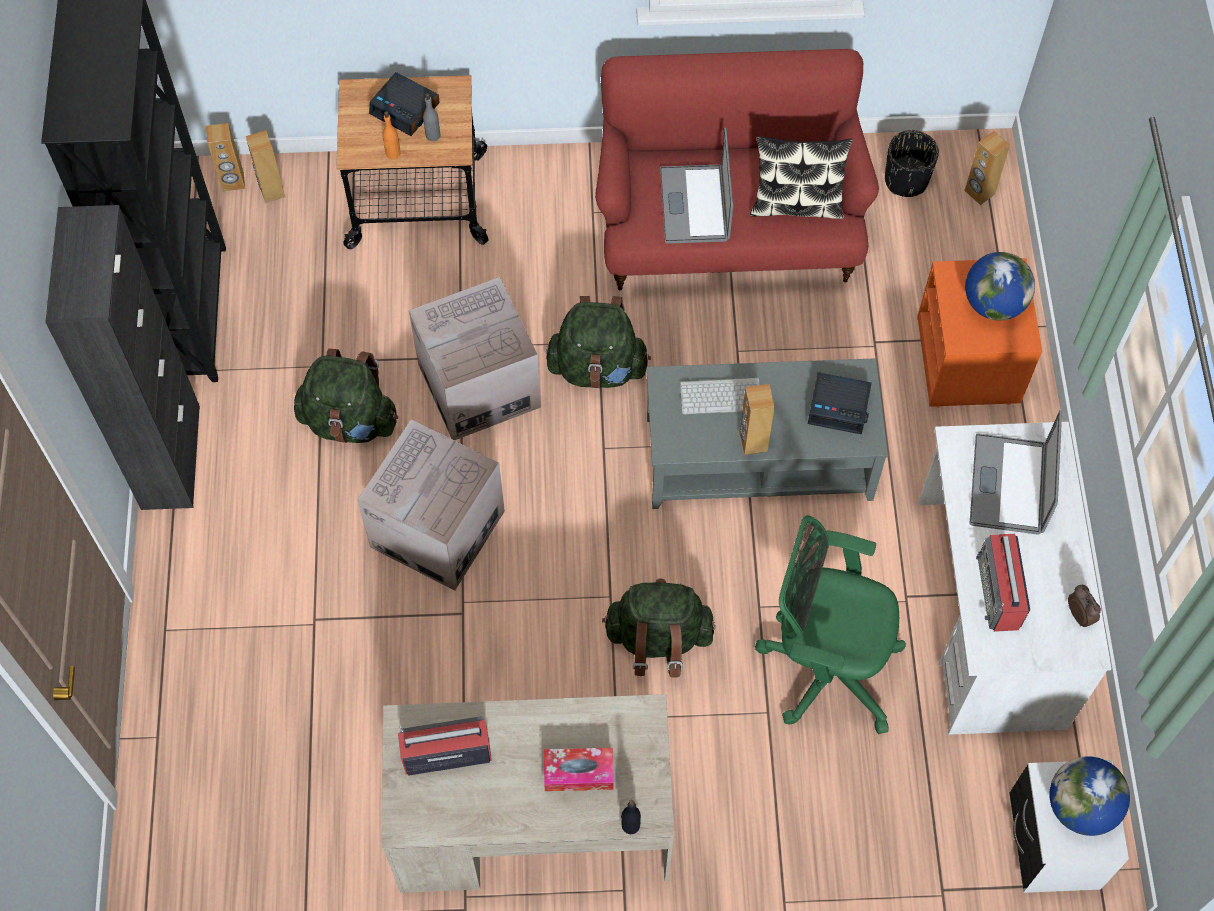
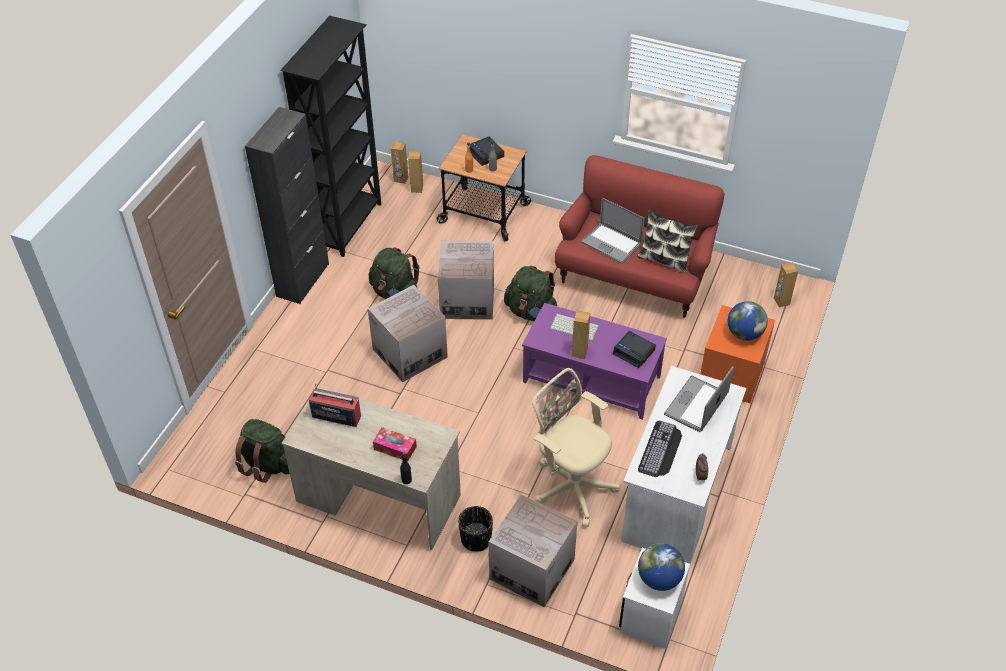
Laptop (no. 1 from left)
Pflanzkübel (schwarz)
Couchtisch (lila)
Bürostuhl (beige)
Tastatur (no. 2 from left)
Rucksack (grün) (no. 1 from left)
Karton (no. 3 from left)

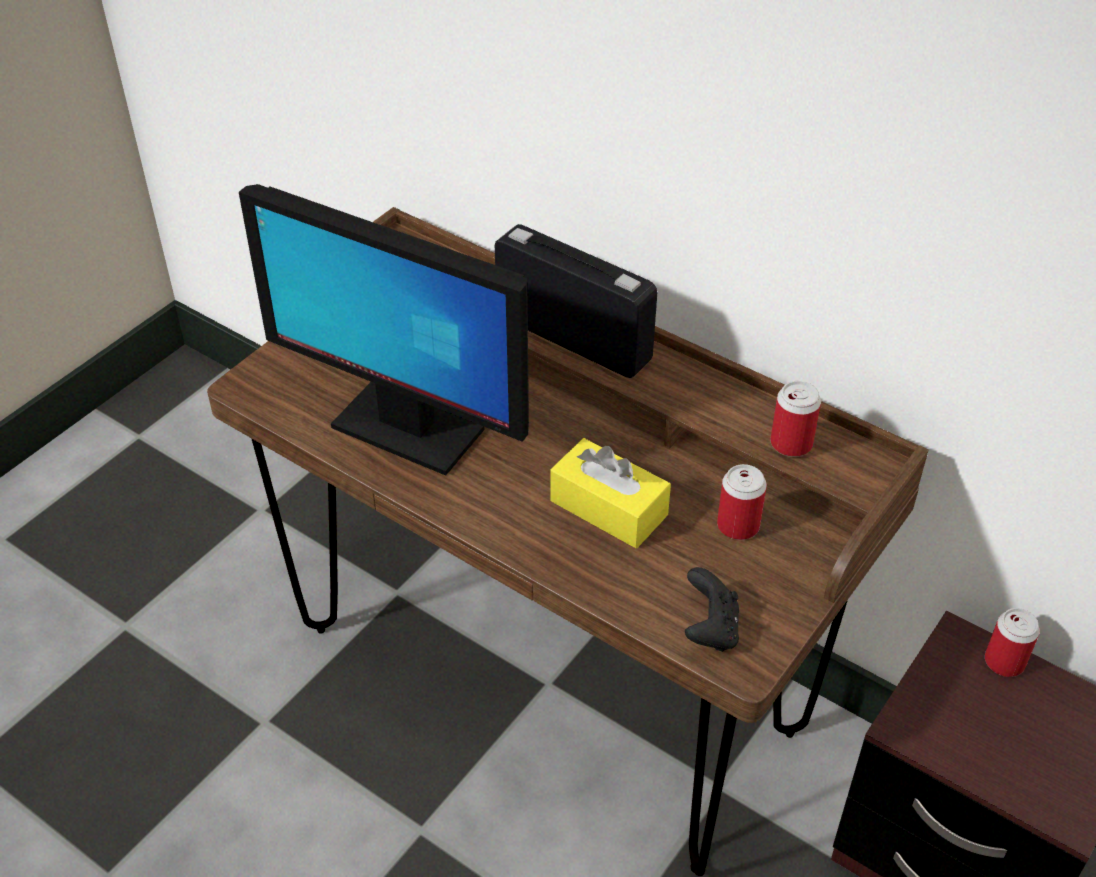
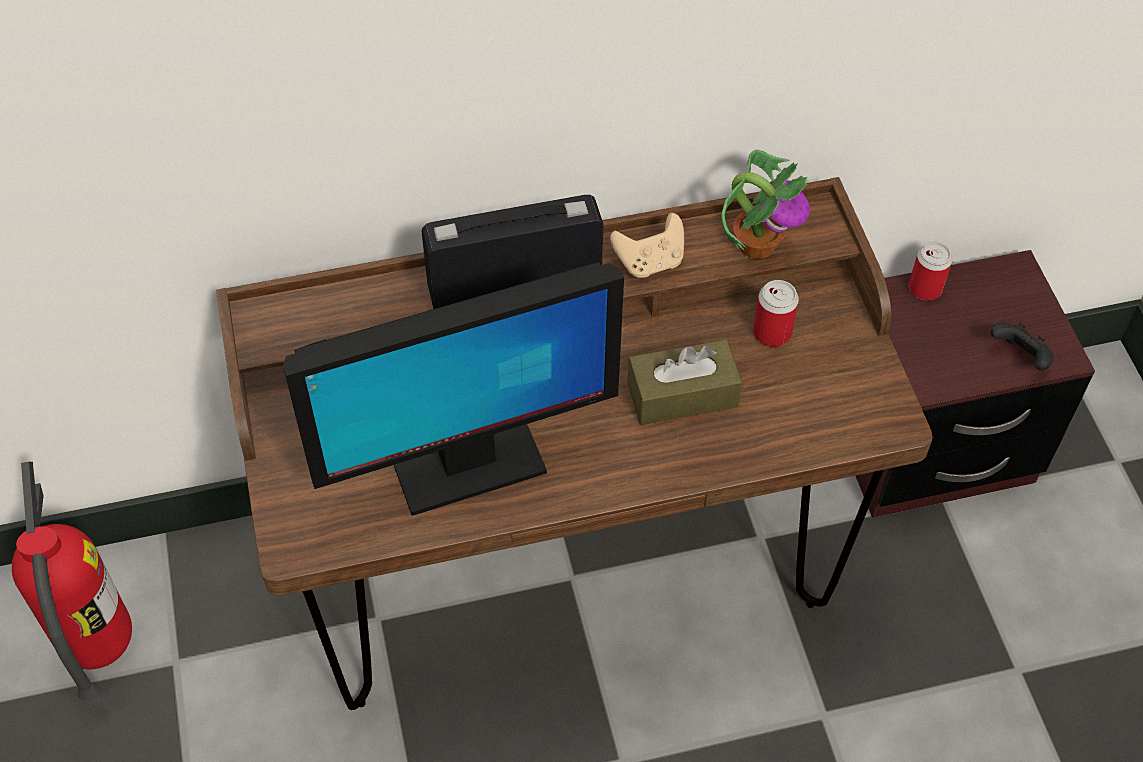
Topfpflanze
Taschentuchbox (braun)
Gamepad (schwarz)
Gamepad (beige)
Feuerlöscher

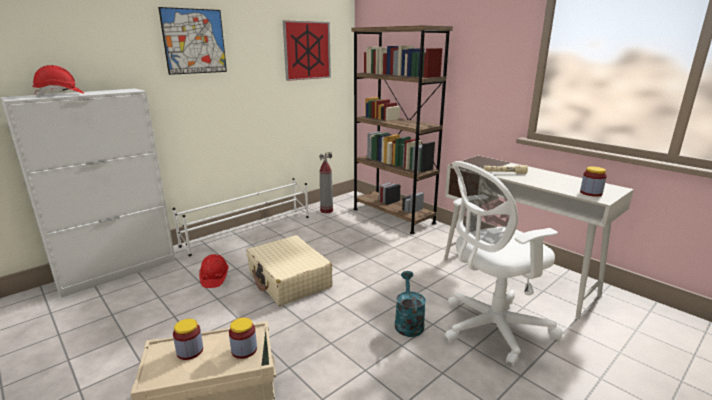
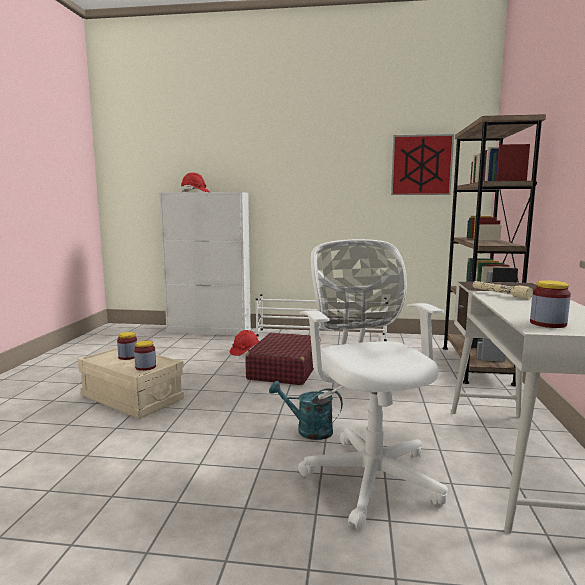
Bild (no. 1 from left in the first image)
Feuerlöscher
Bürostuhl (weiß)
Koffer (rot)
Gießkanne (türkis)

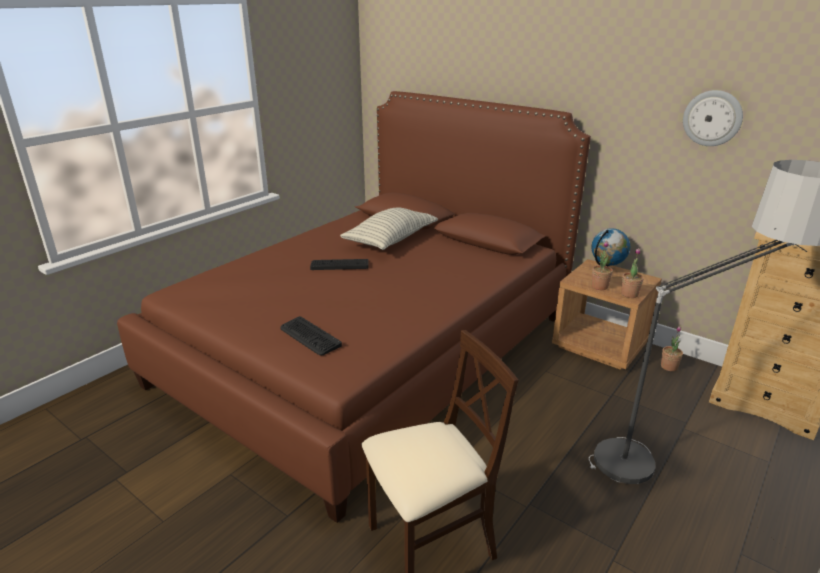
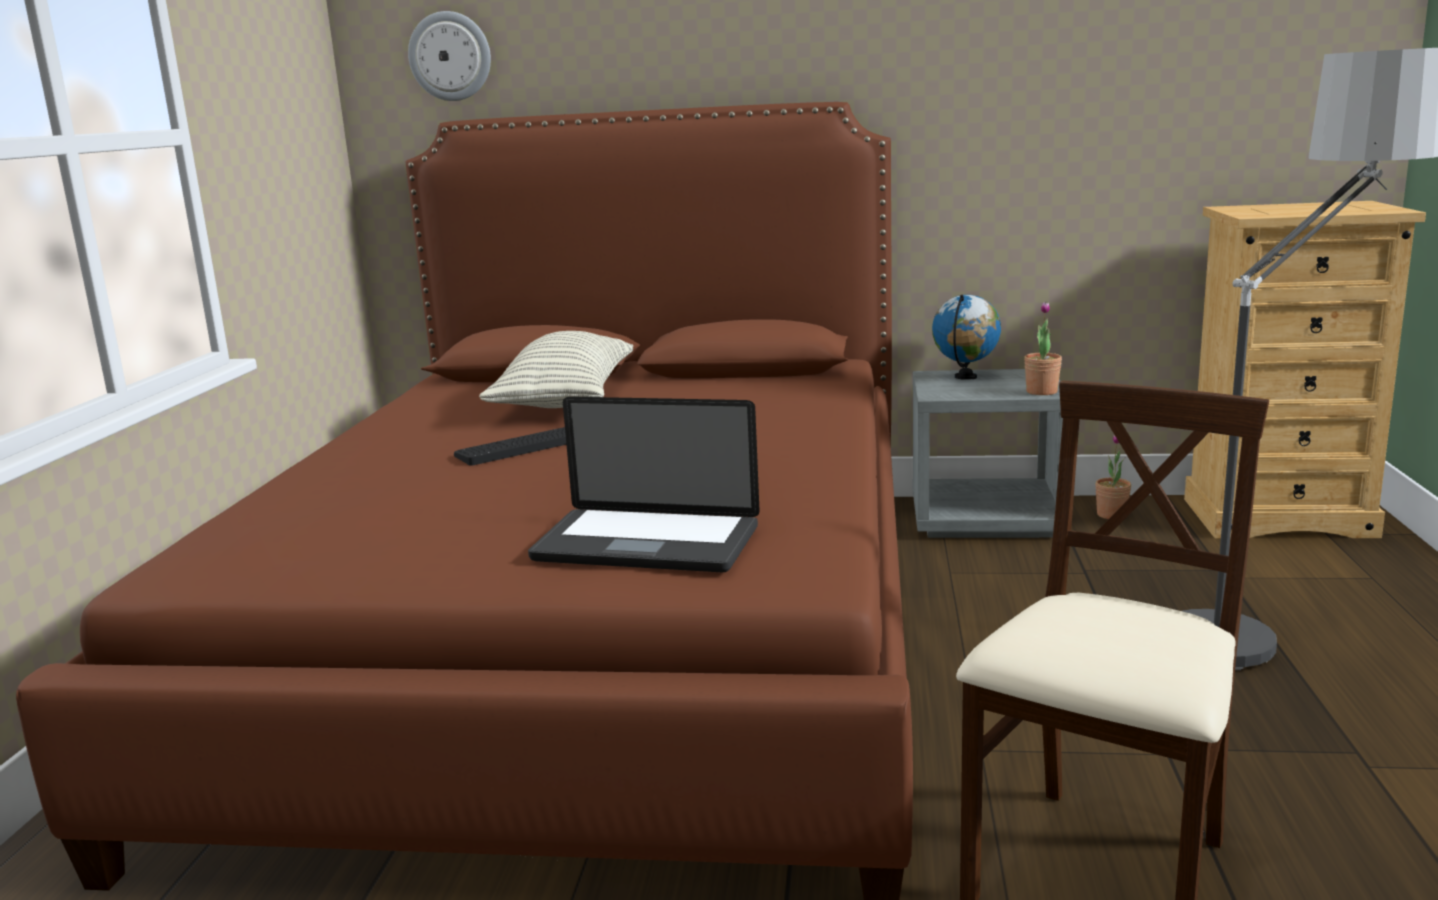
Wanduhr
Topfpflanze (no. 1 from left in the first image)
Nachttisch (grau)
Laptop

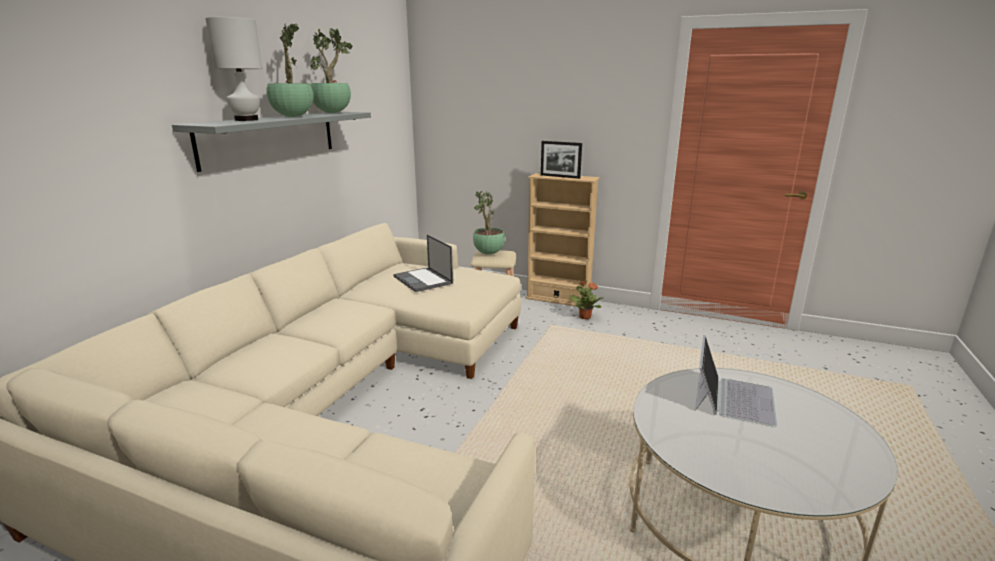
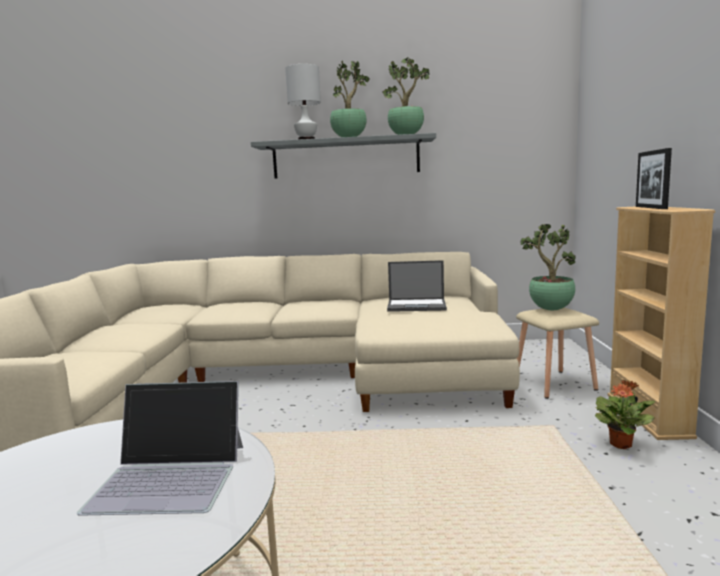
Laptop (no. 2 from left)

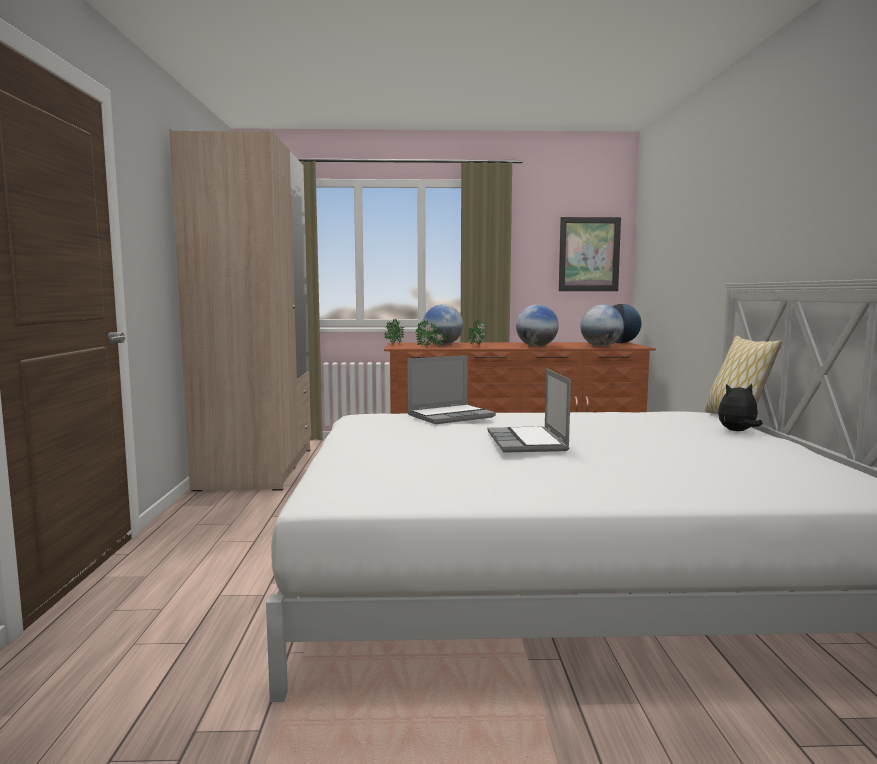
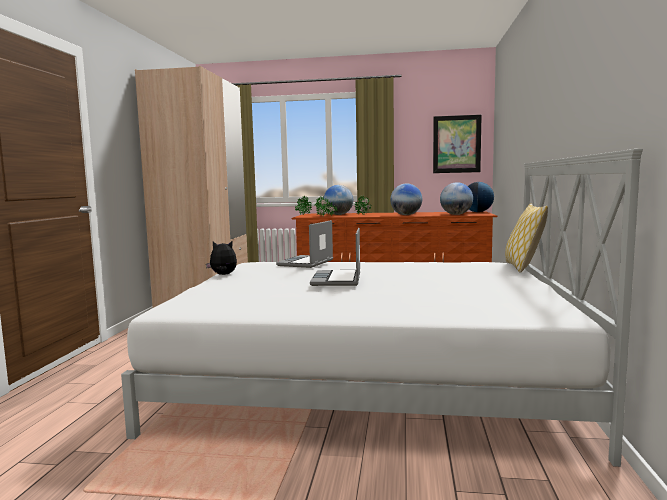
Laptop (no. 1 from left)
Plüschtier

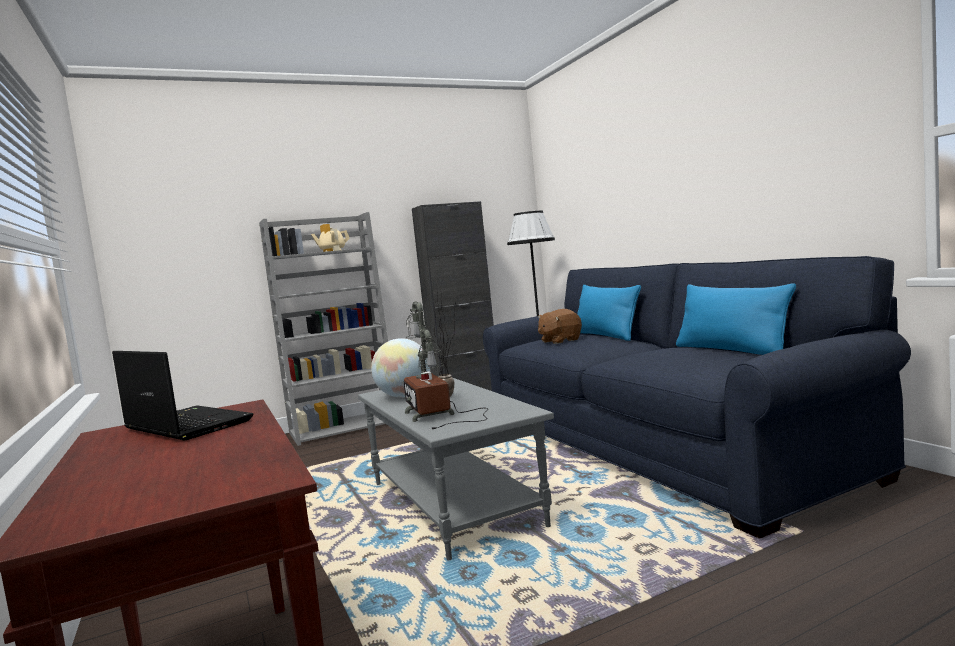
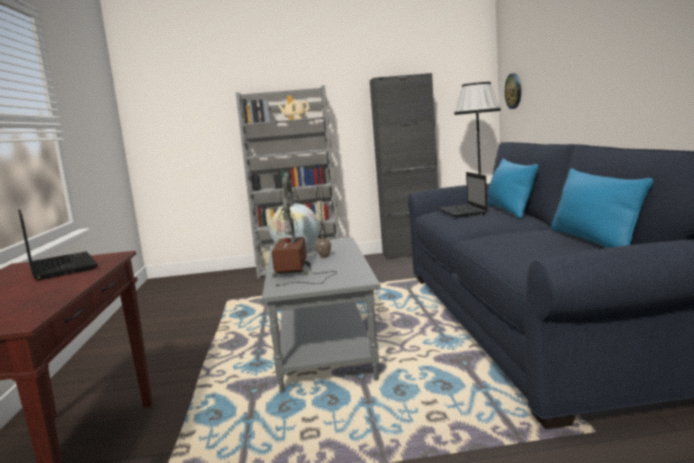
Laptop (no. 2 from left)
Wanduhr

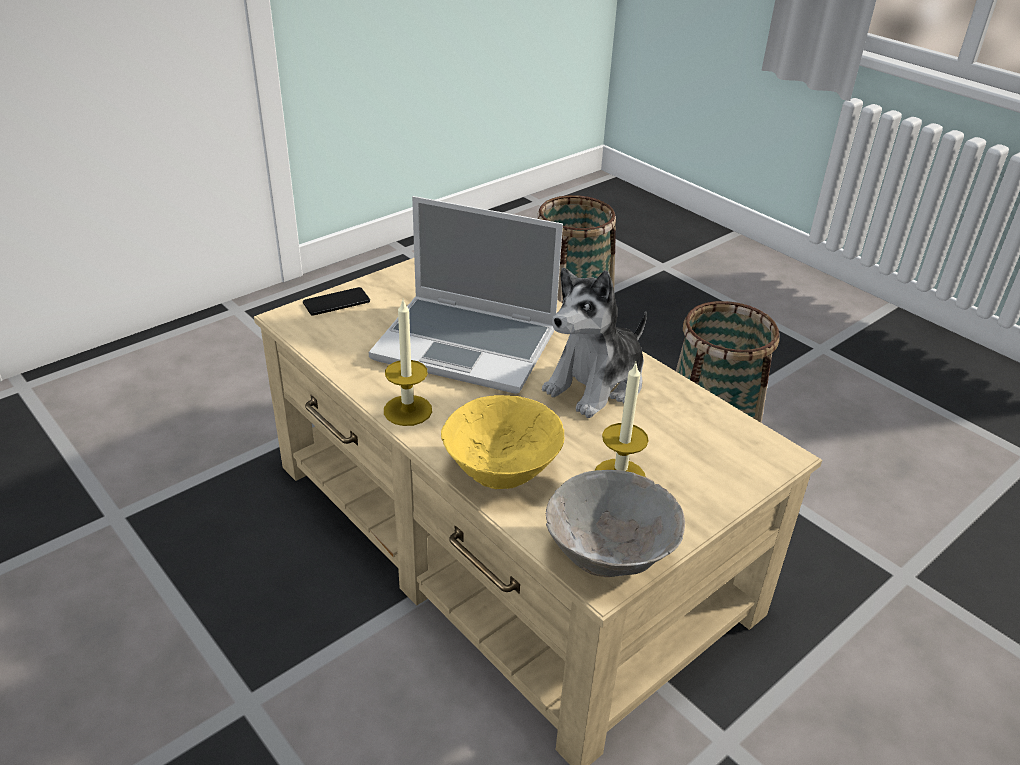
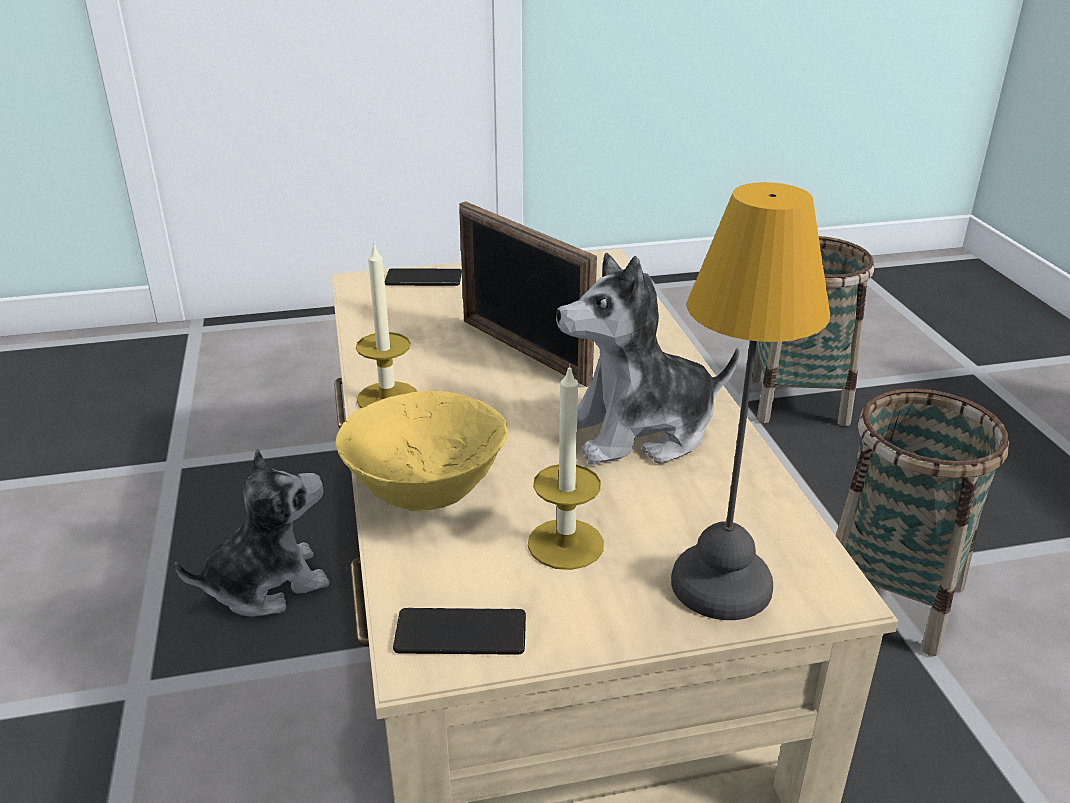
Bilderrahmen
Handy (no. 2 from left)
Tischlampe
Plüschtier (no. 1 from left)

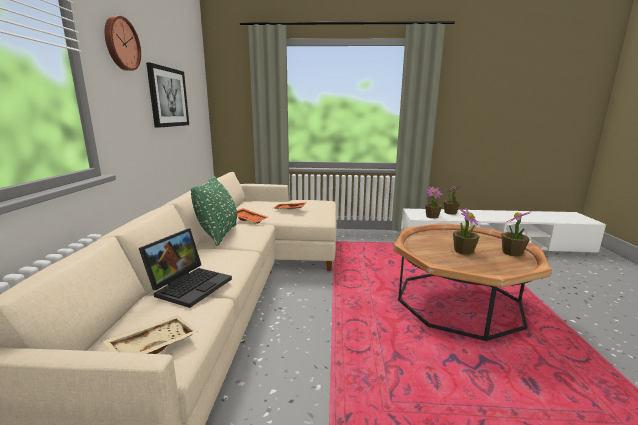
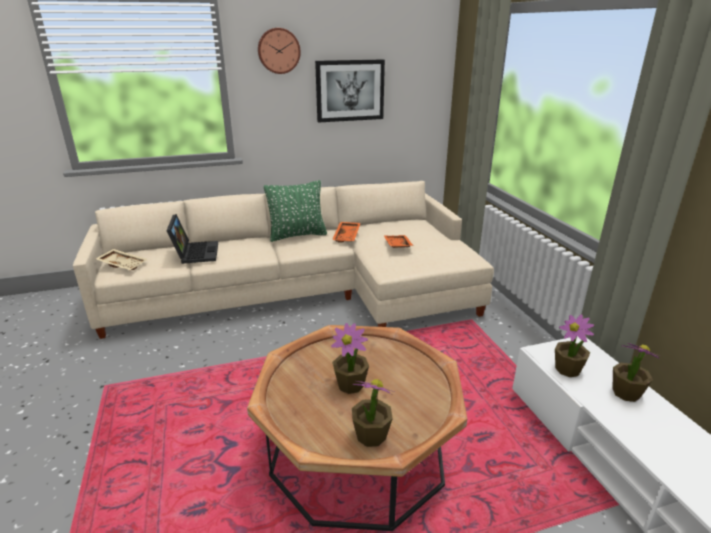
Laptop

